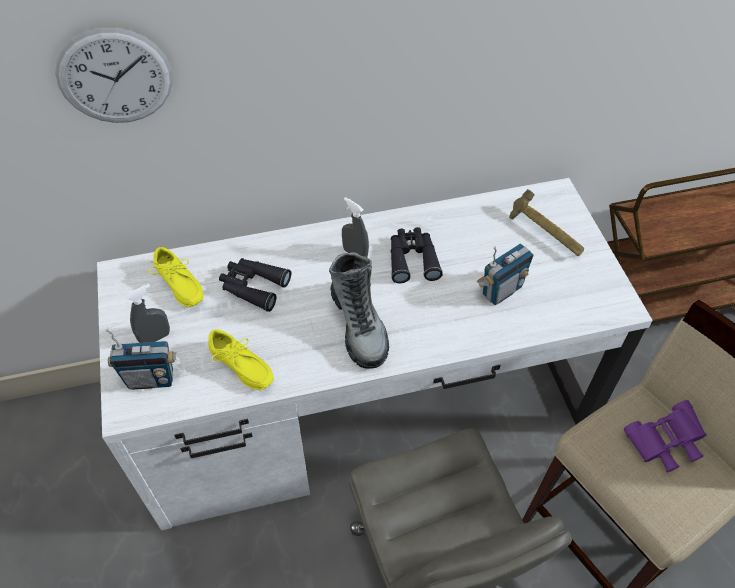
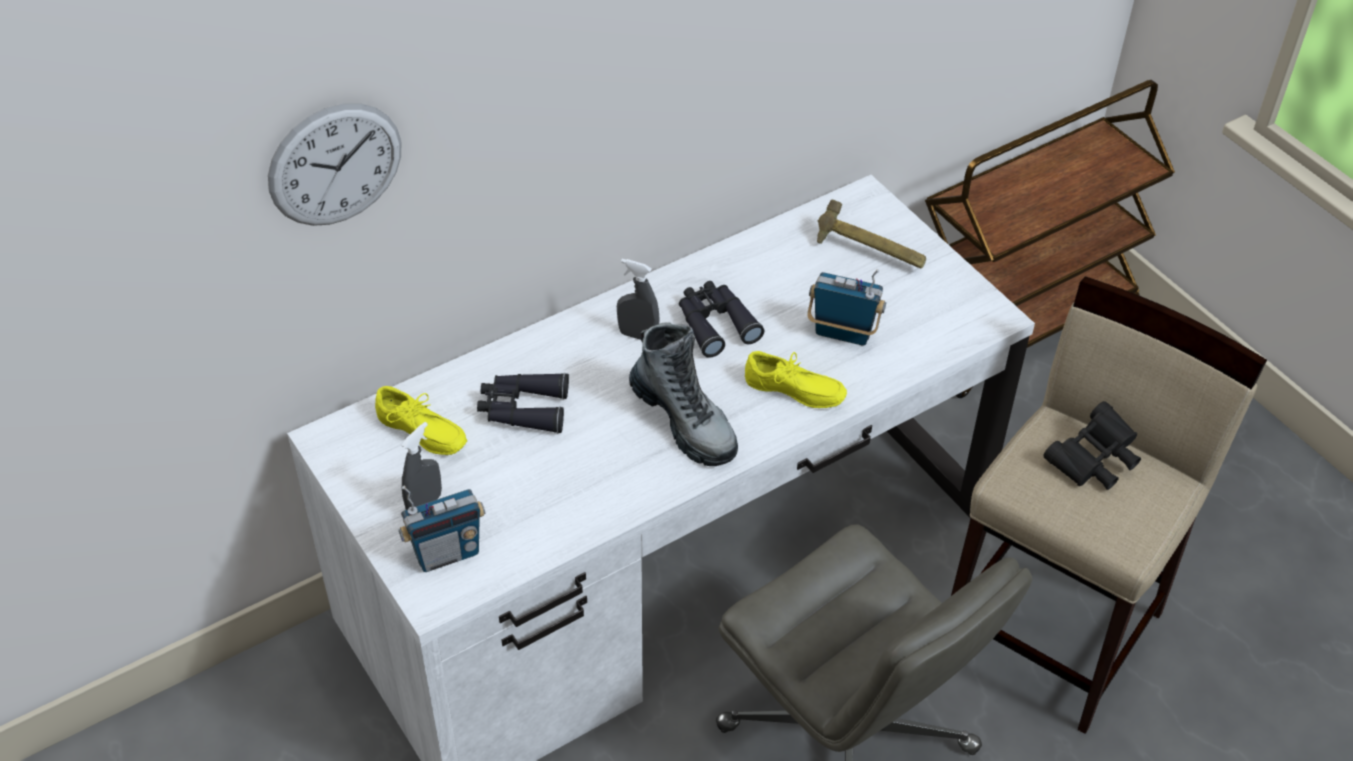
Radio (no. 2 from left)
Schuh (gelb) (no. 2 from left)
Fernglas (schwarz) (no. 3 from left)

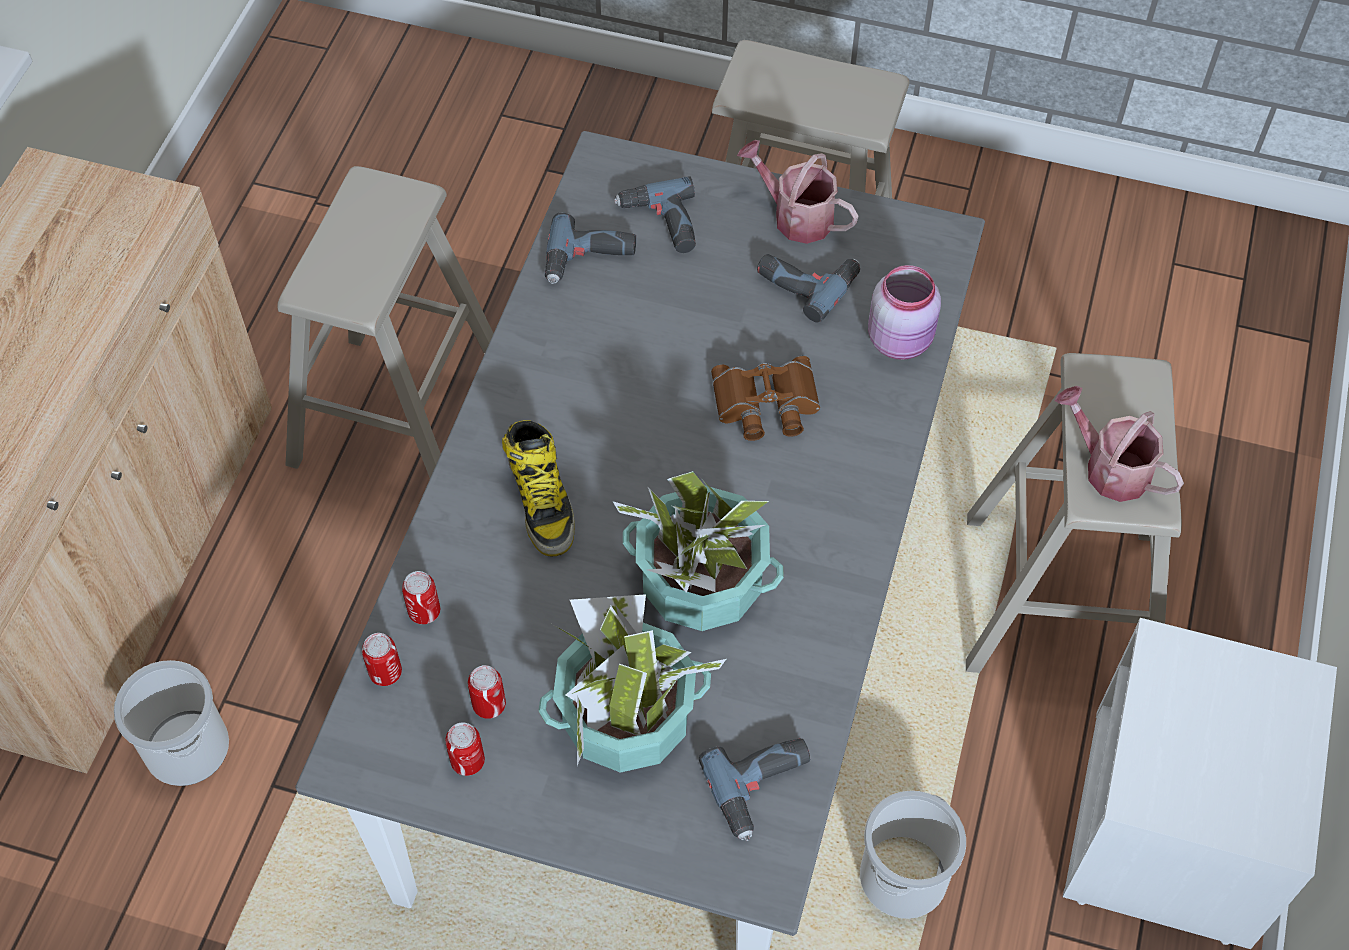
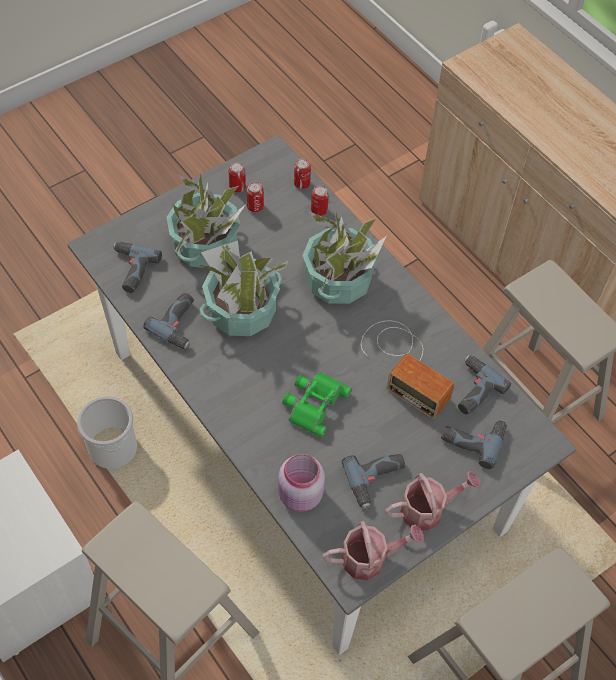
Fernglas (grün)
Gießkanne (no. 1 from left)
Topfpflanze (no. 3 from left)
Eimer (no. 1 from left in the first image)
Bohrmaschine (no. 2 from left)
Radio

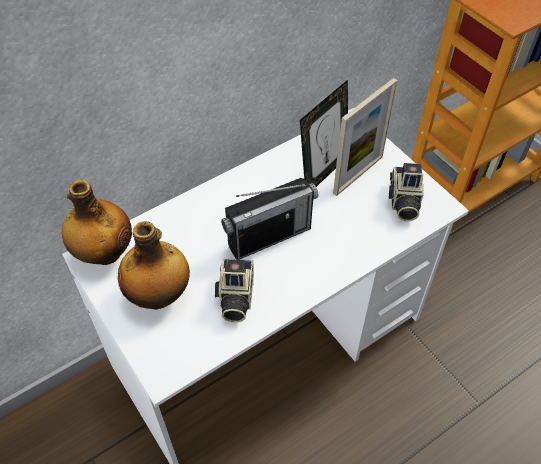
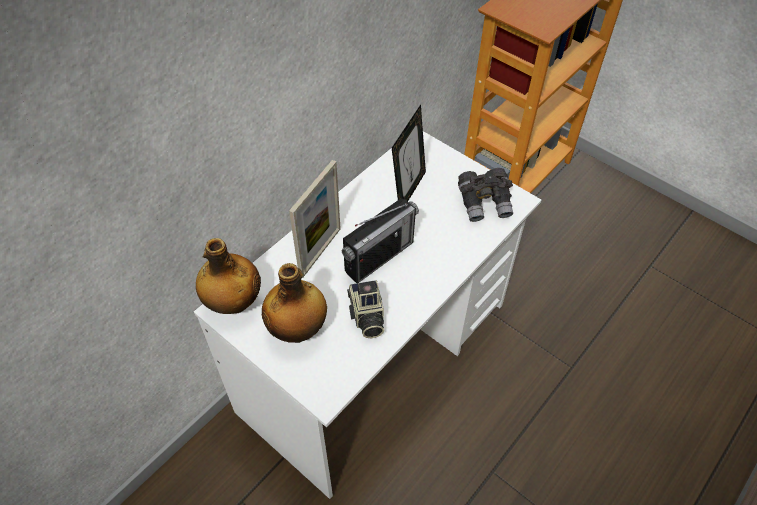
Bilderrahmen (no. 1 from left)
Fernglas (grau)

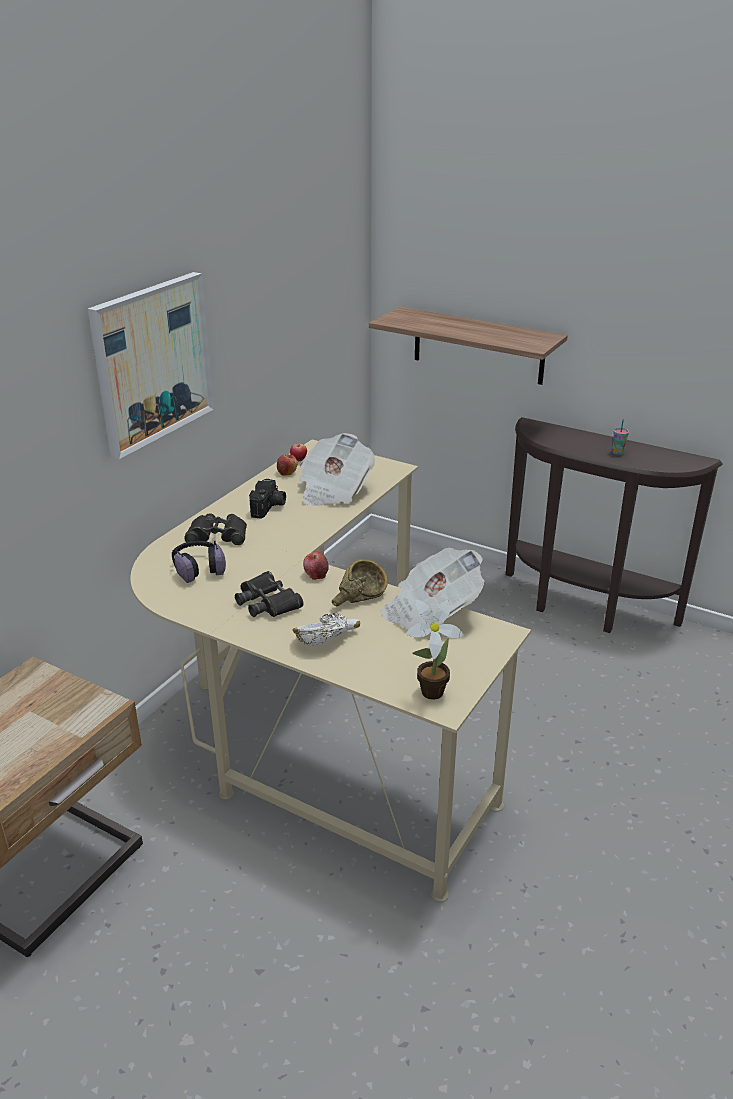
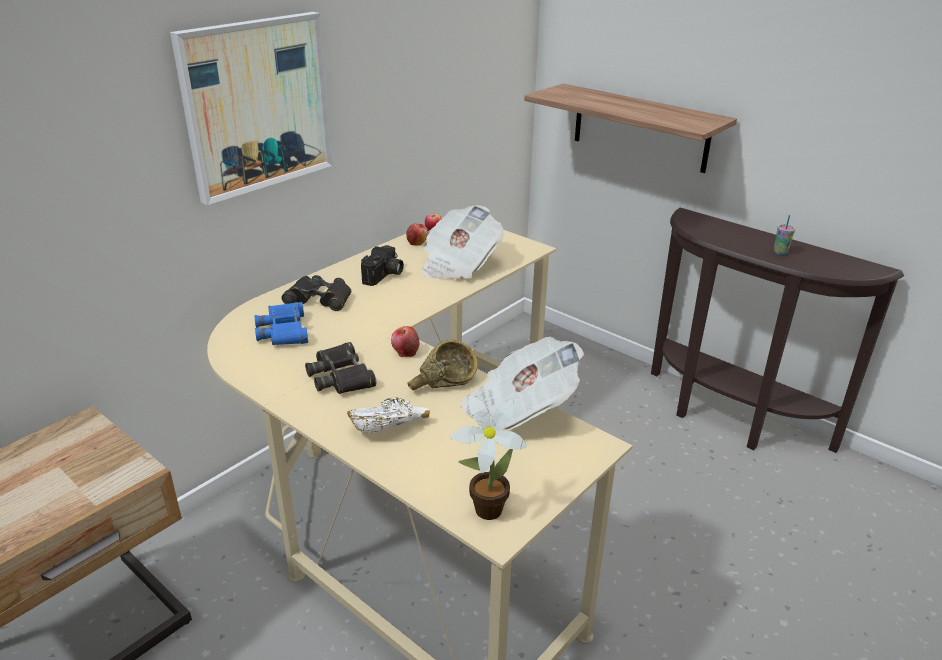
Fernglas (blau)

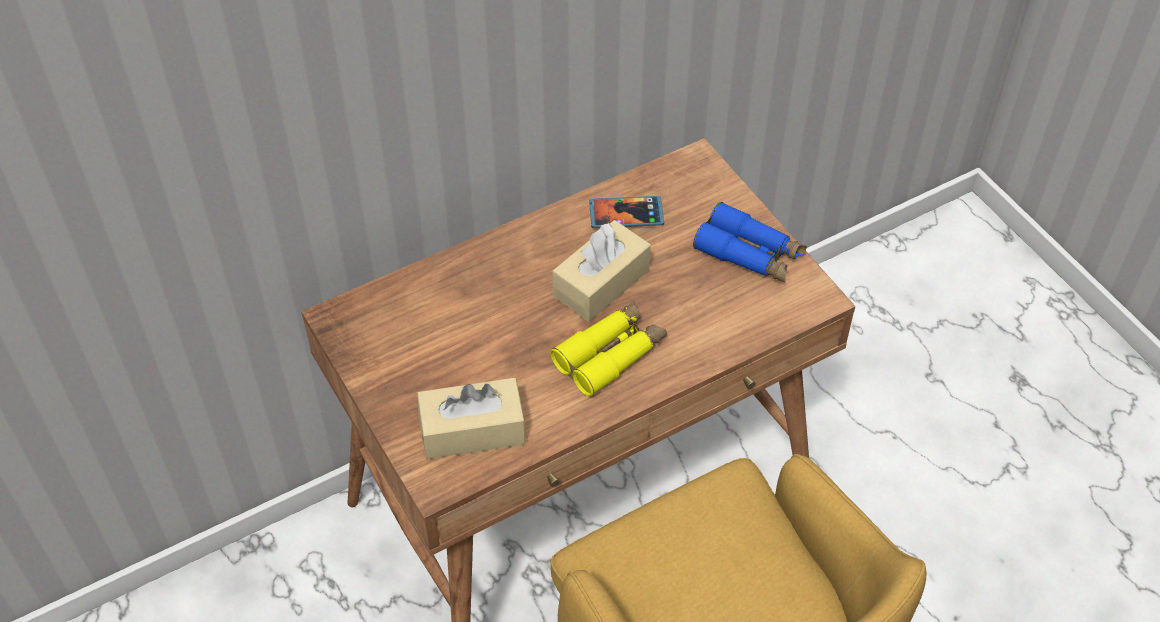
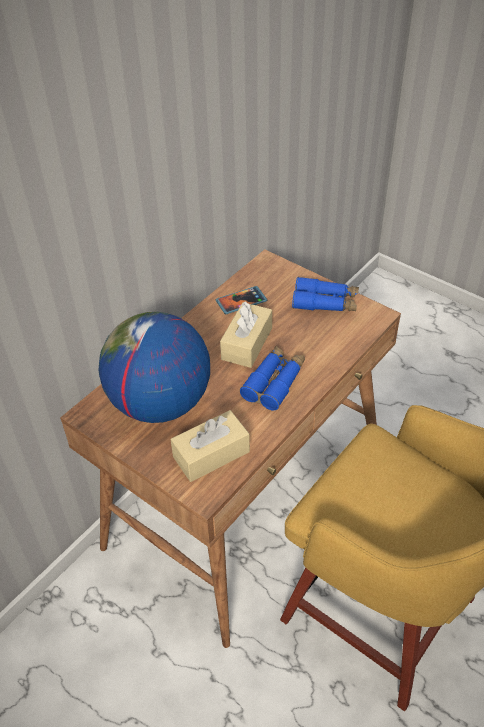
Fernglas (blau) (no. 1 from left)
Globus

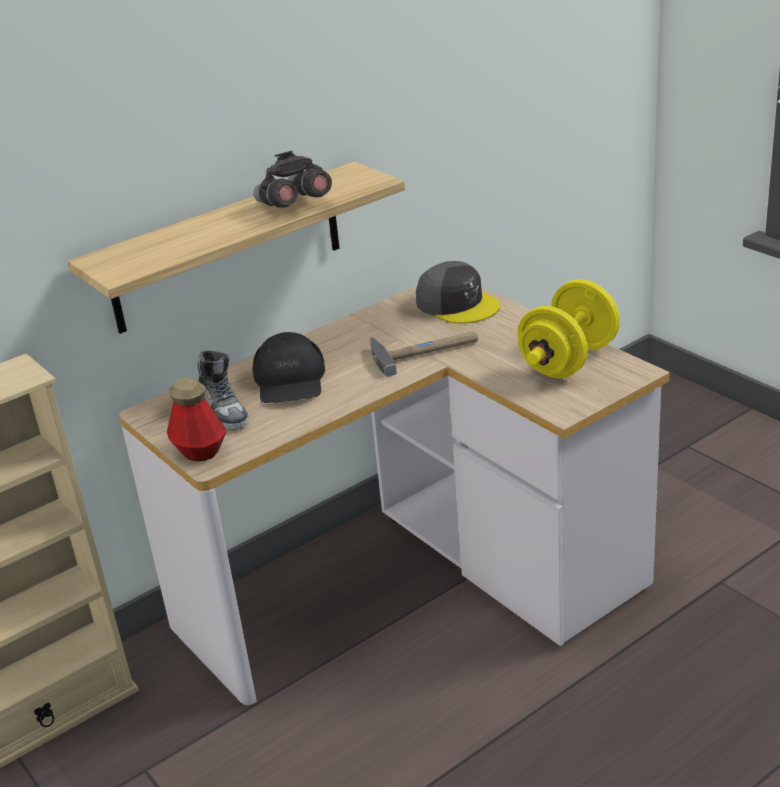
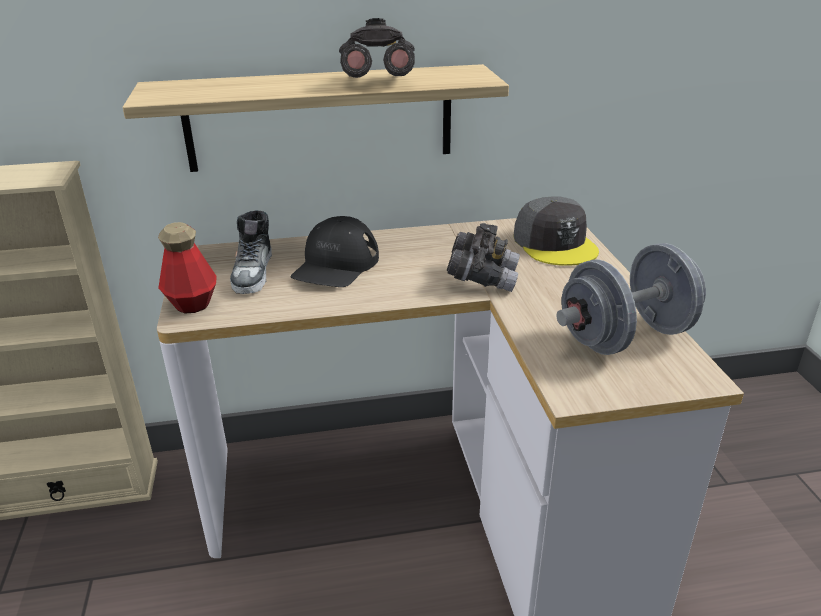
Hantel (grau)
Fernglas (grau) (no. 2 from left)

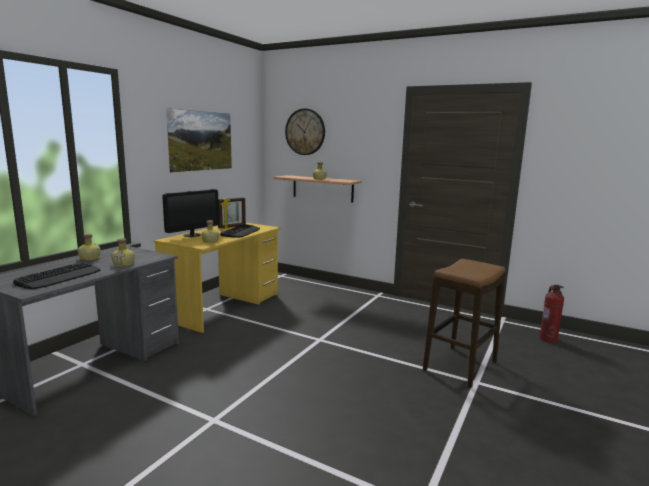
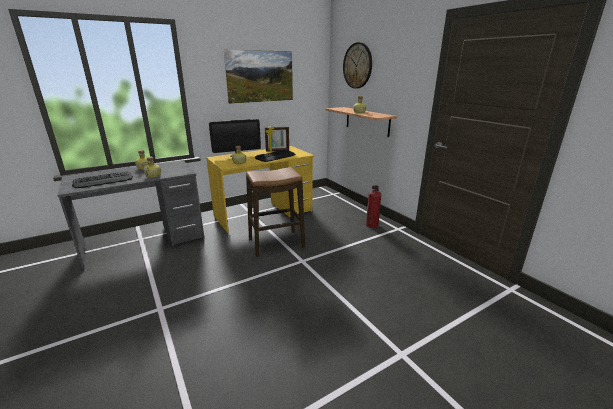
Hocker
Feuerlöscher

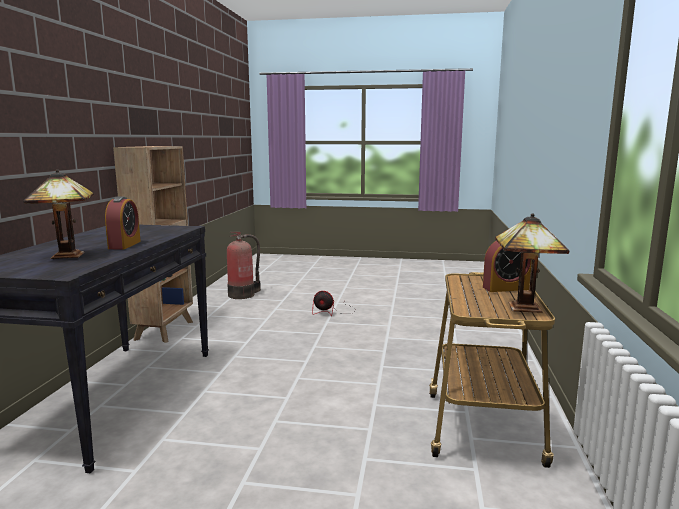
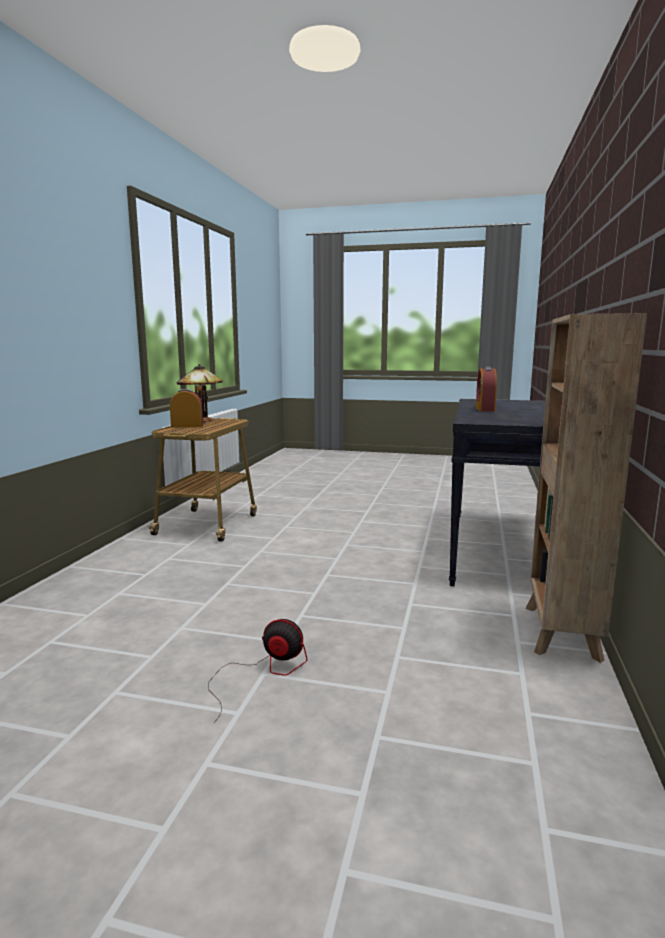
Tischlampe (no. 1 from left in the first image)
Feuerlöscher

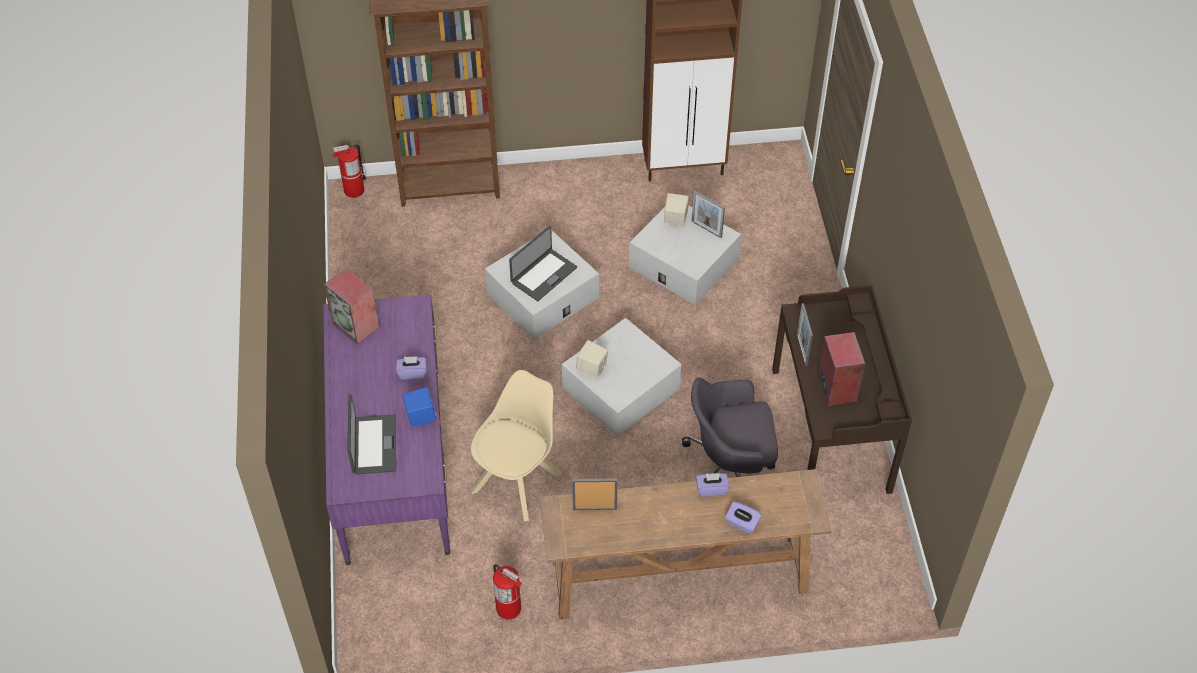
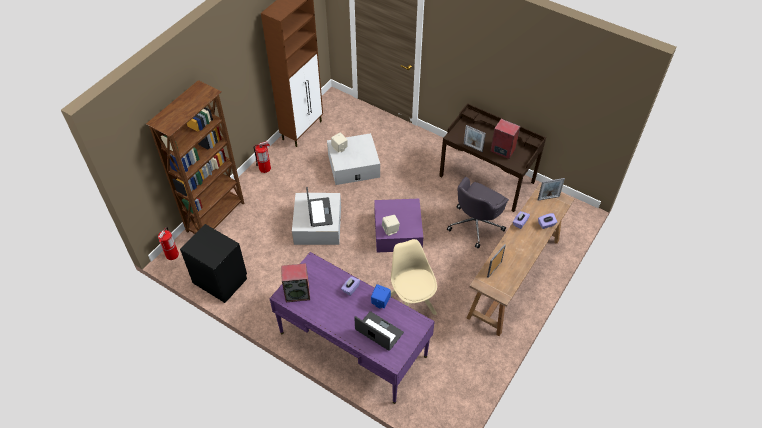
Bilderrahmen (no. 3 from left)
Aufbewahrungsbox (lila)
Feuerlöscher (no. 2 from left)
Nachttisch (schwarz)

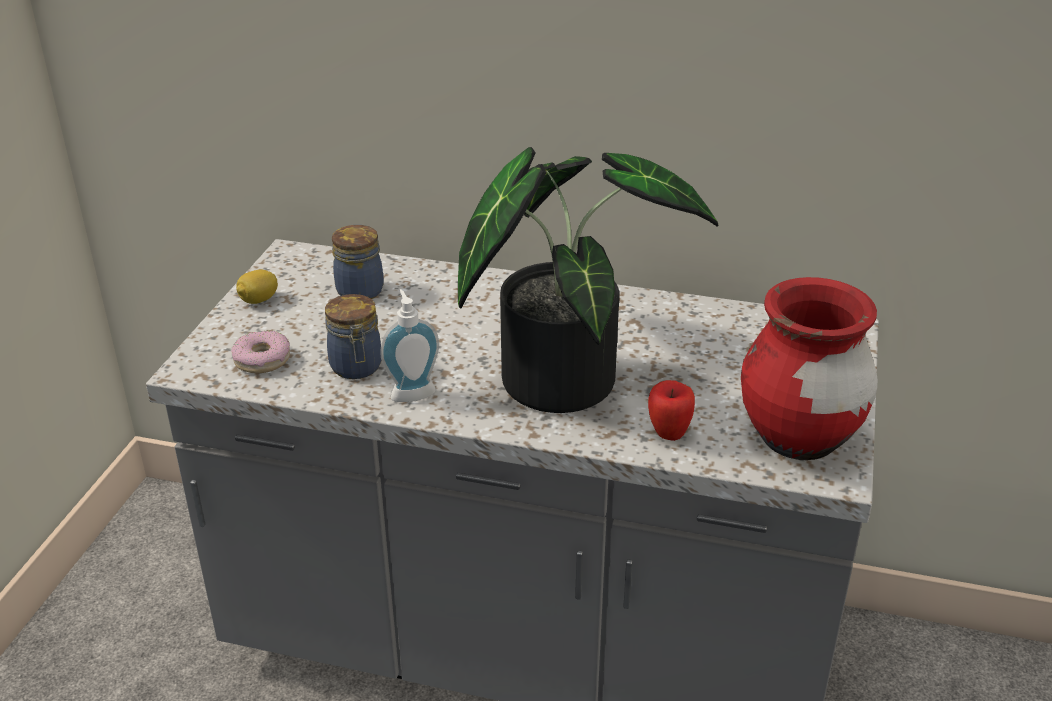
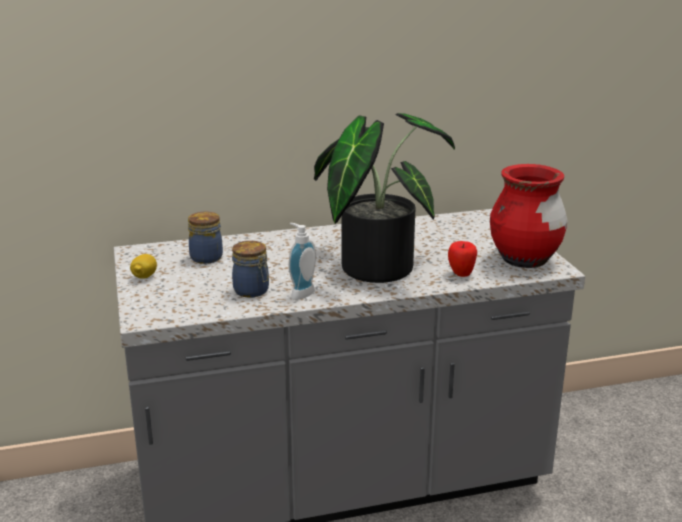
Donut

